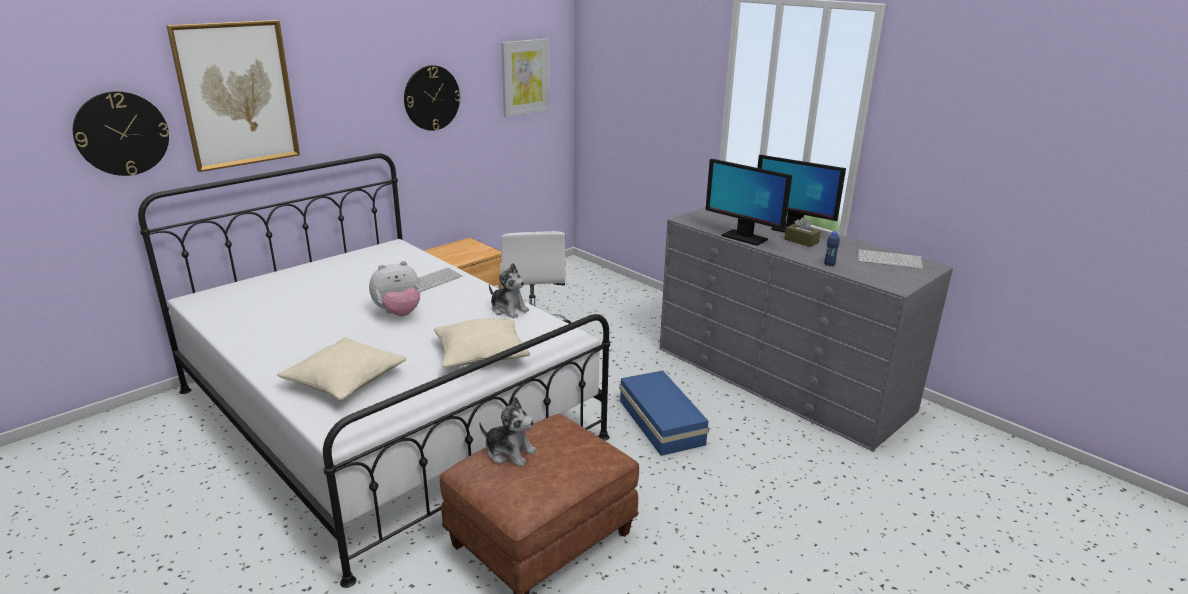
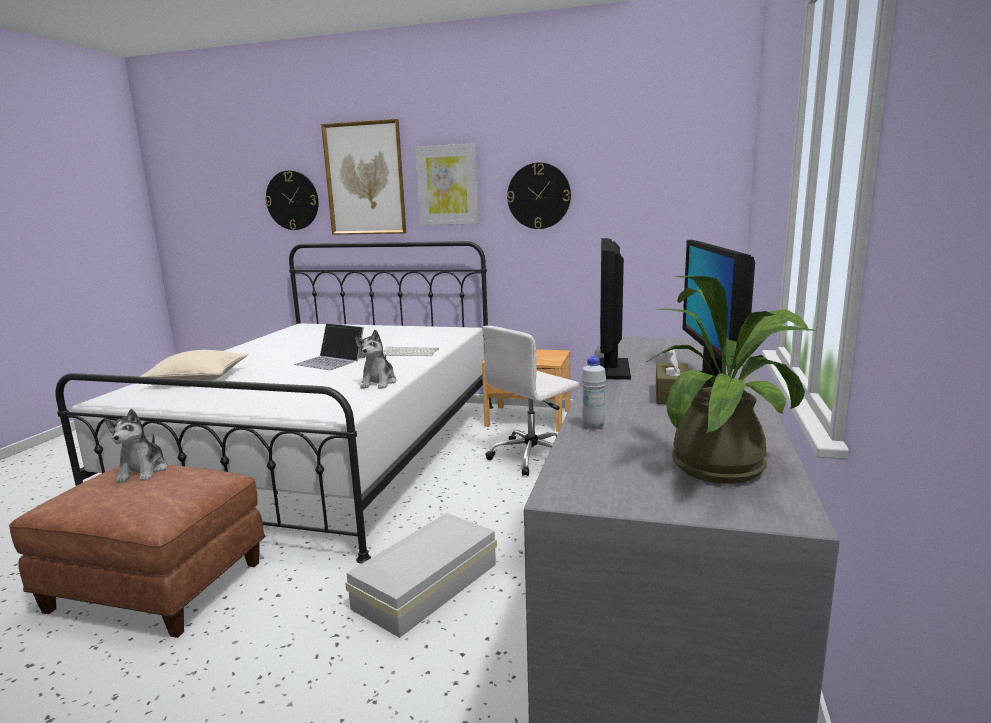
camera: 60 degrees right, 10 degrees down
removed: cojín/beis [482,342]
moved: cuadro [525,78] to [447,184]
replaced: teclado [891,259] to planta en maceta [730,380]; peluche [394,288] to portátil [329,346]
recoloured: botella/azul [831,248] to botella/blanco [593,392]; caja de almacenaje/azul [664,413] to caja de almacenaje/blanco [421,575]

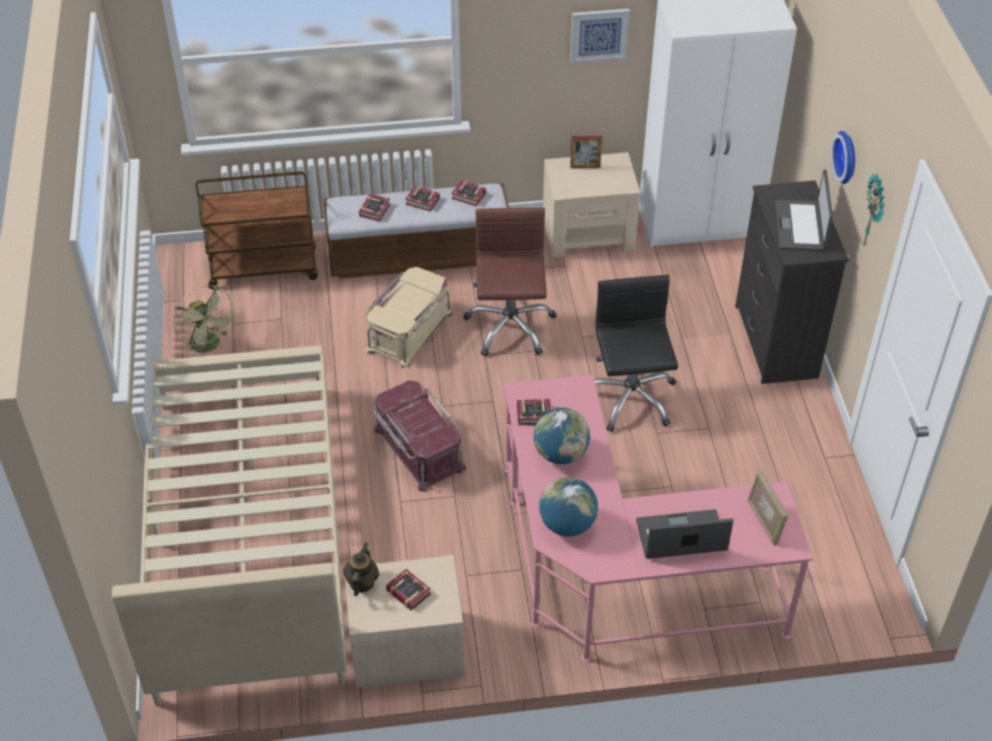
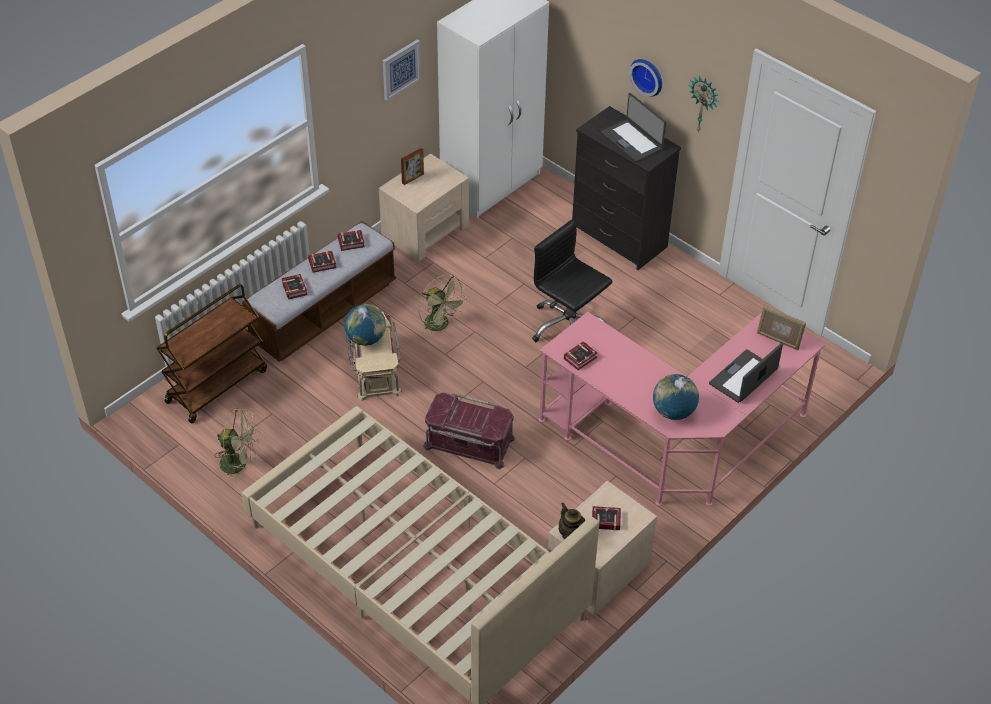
camera: 40 degrees left, 0 degrees up
moved: globo terráqueo [561,436] to [365,325]
replaced: silla de oficina/marrón [510,282] to ventilador/verde [443,306]

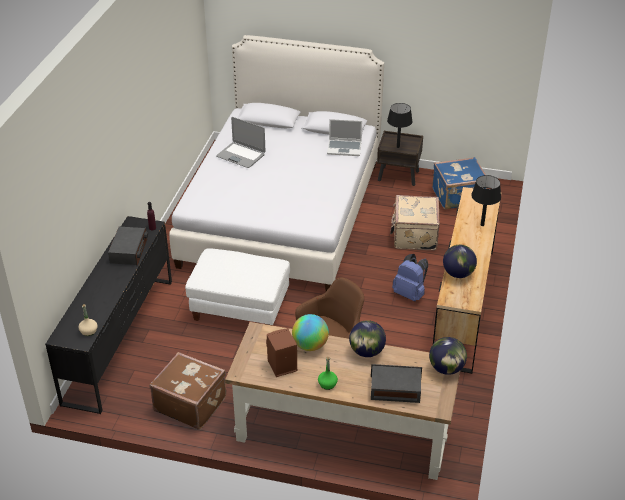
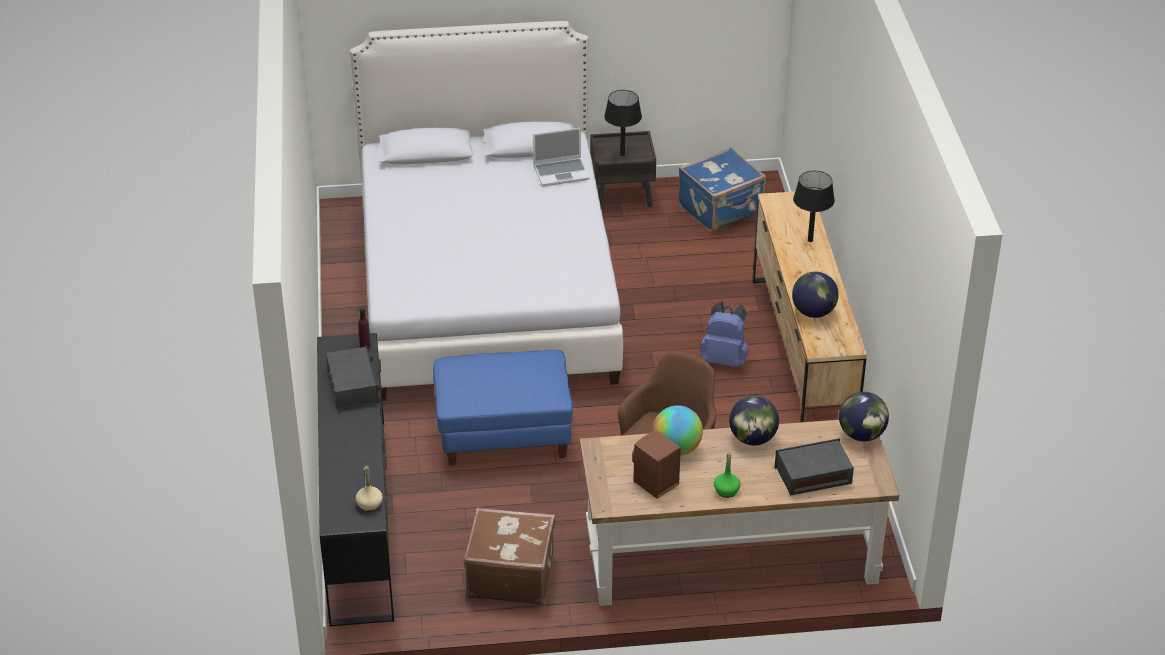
camera: 20 degrees left, 0 degrees up
removed: portátil [240,142]; maleta/beis [415,222]
recoloured: puf/blanco [237,286] to puf/azul [503,408]

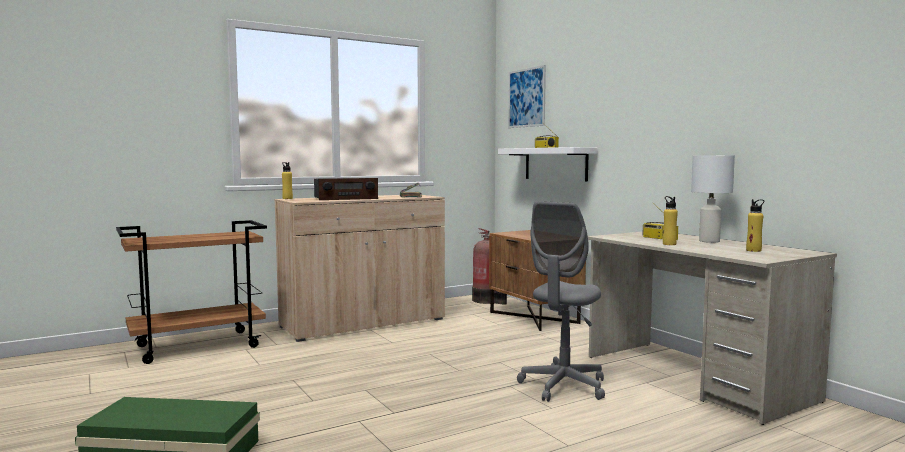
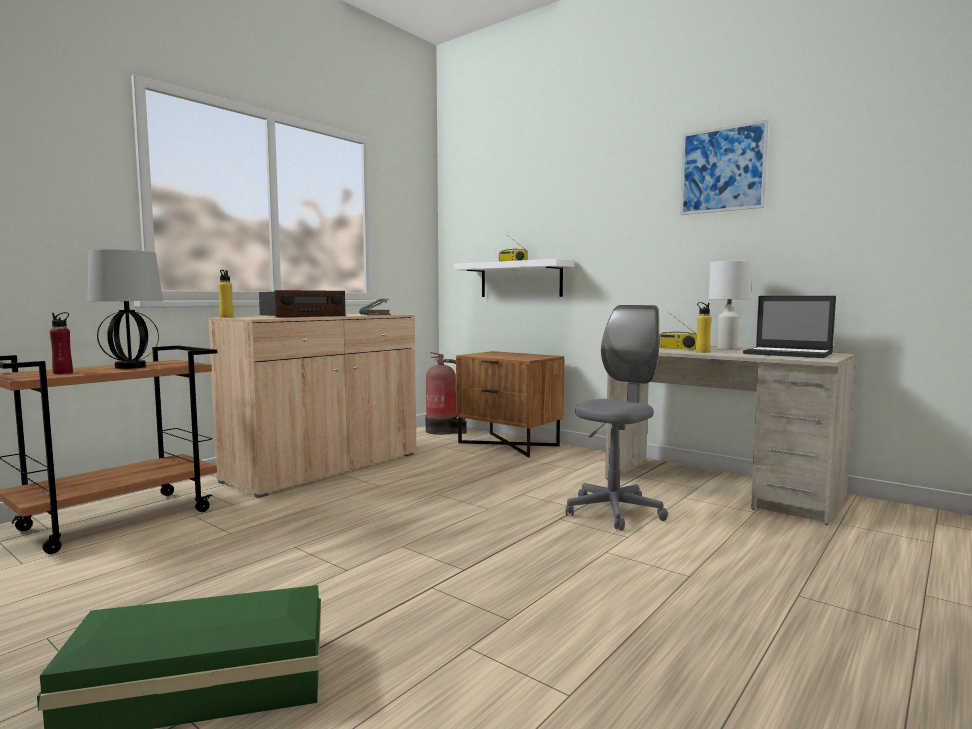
camera: 20 degrees left, 0 degrees up
added: lámpara de mesa [125,309]; botella/rojo [61,343]
moved: cuadro [527,96] to [724,167]
replaced: botella/amarillo [755,225] to portátil [789,327]
turned: silla de oficina/gris [561,301] = [617,418] 150 degrees counterclockwise

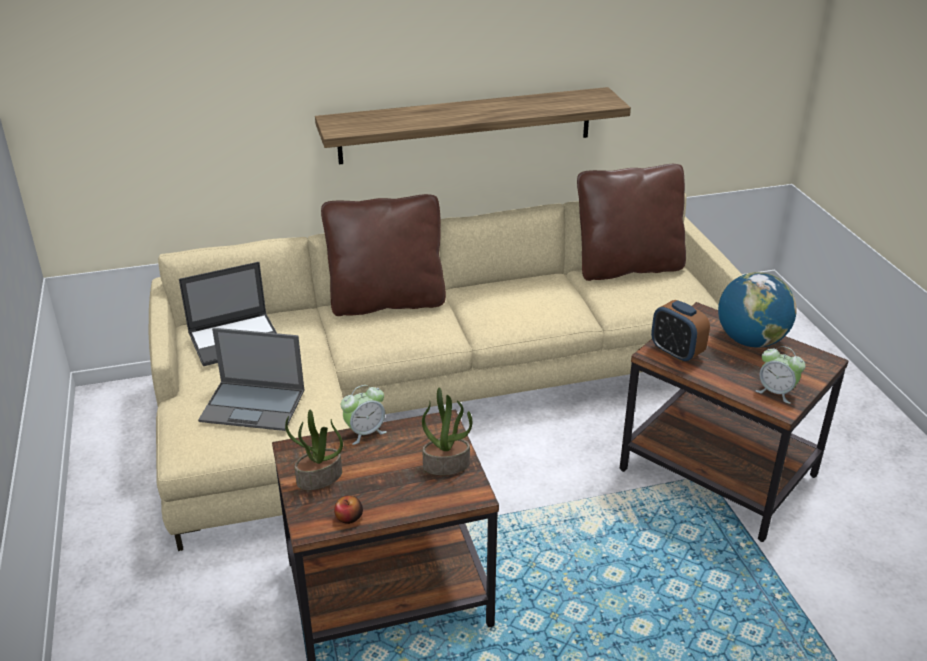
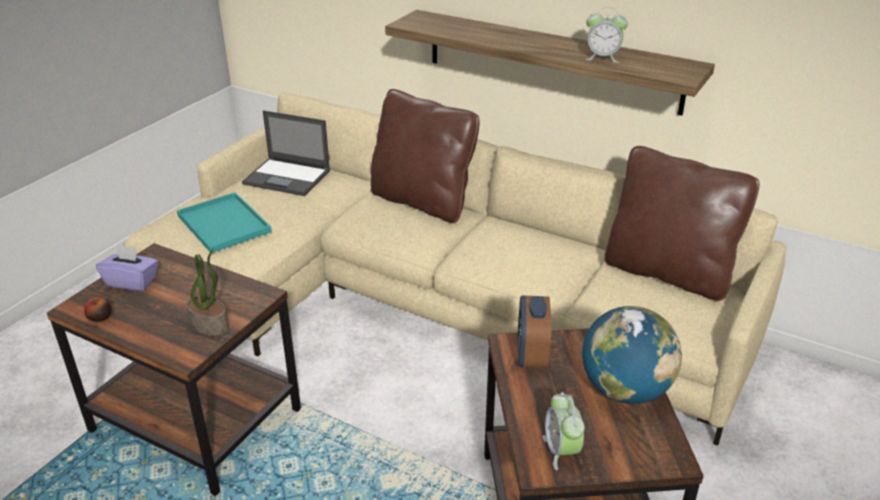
camera: 45 degrees right, 0 degrees up
moved: despertador [364,415] to [606,35]
replaced: portátil [251,379] to bandeja/turquesa [224,222]; planta en maceta [314,450] to caja de pañuelos/morado [127,268]

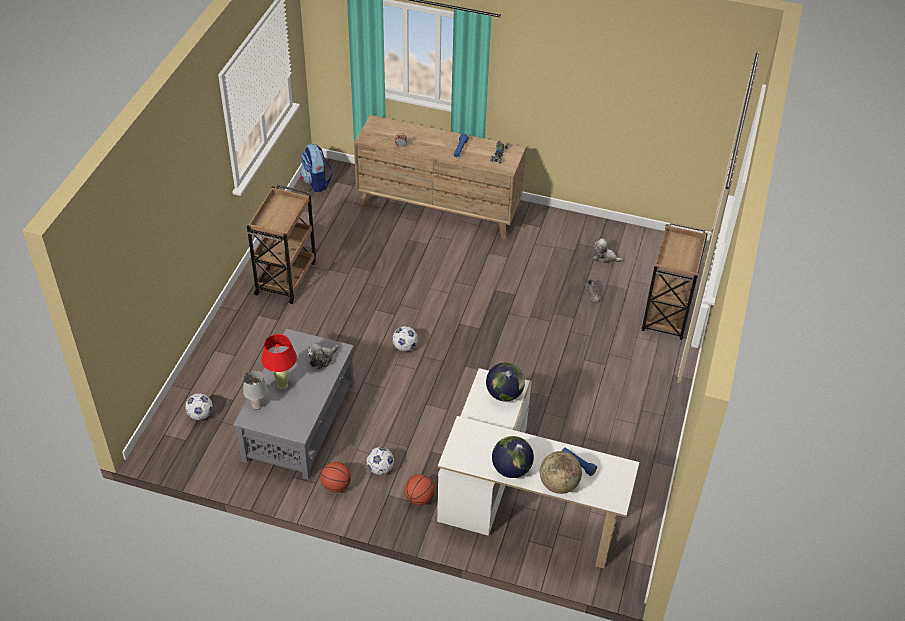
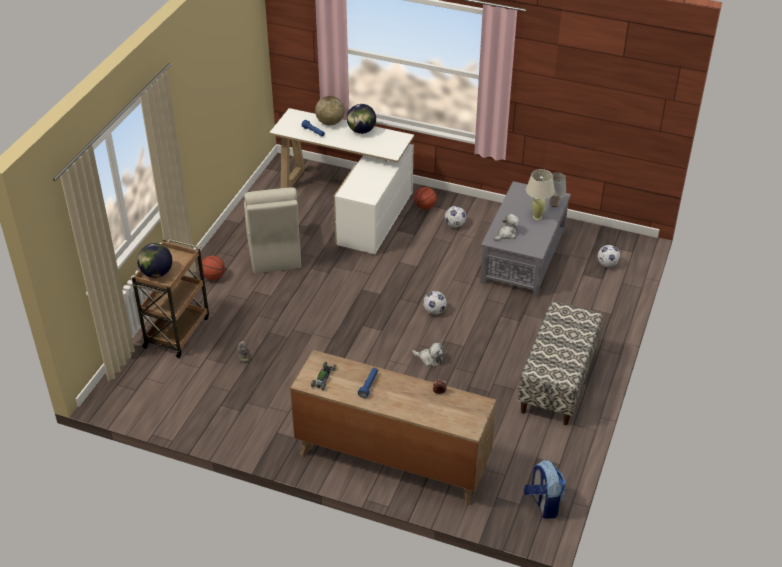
camera: 175 degrees left, 5 degrees down
added: silla/beis [272,230]
moved: peluche [608,251] to [428,354]; globo terráqueo [505,382] to [154,260]; balón de baloncesto [335,477] to [213,268]
replaced: carrito/marrón [281,244] to banco [560,363]
recoloured: lámpara de mesa/rojo [279,362] to lámpara de mesa/beis [540,194]

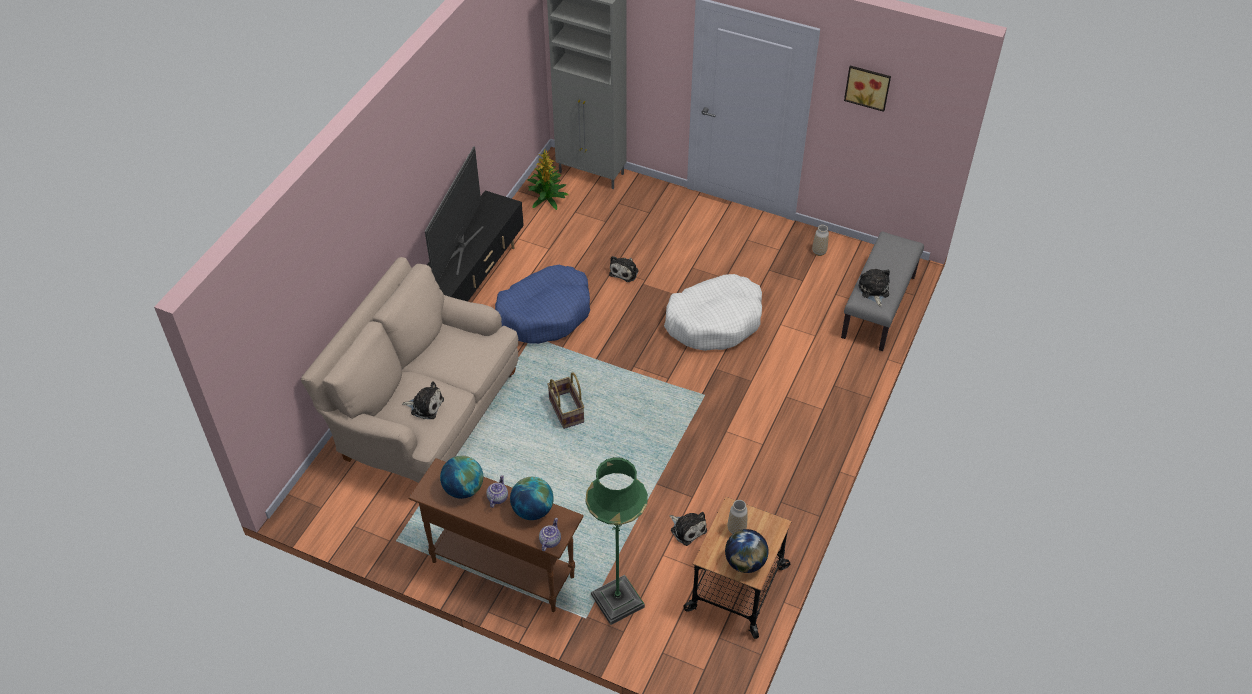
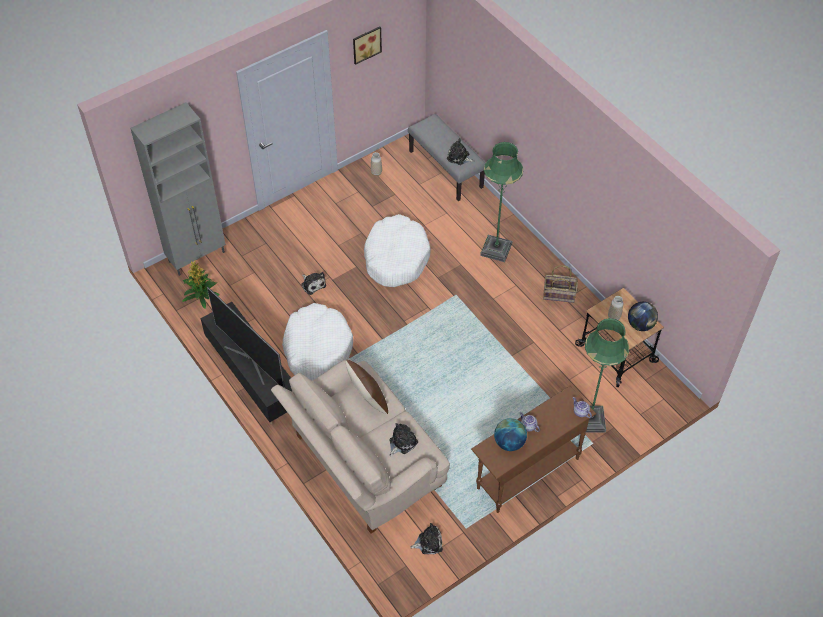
camera: 60 degrees left, 5 degrees up
removed: globo terráqueo [532,498]
added: lámpara de pie/verde [501,202]; cojín/marrón [367,386]
moved: cesta [565,400] to [560,284]; peluche [688,529] to [426,538]
recoloured: cama para perro/azul [542,304] to cama para perro/blanco [317,342]

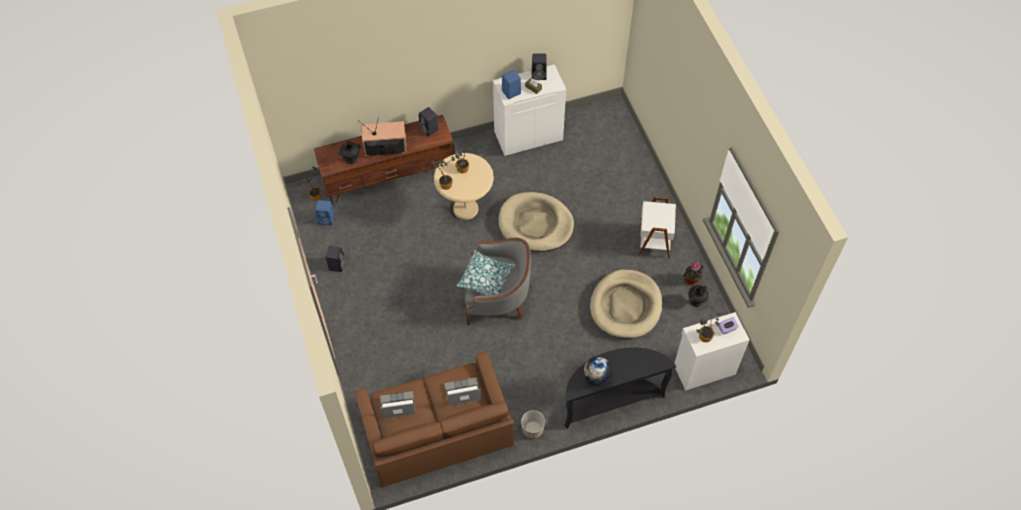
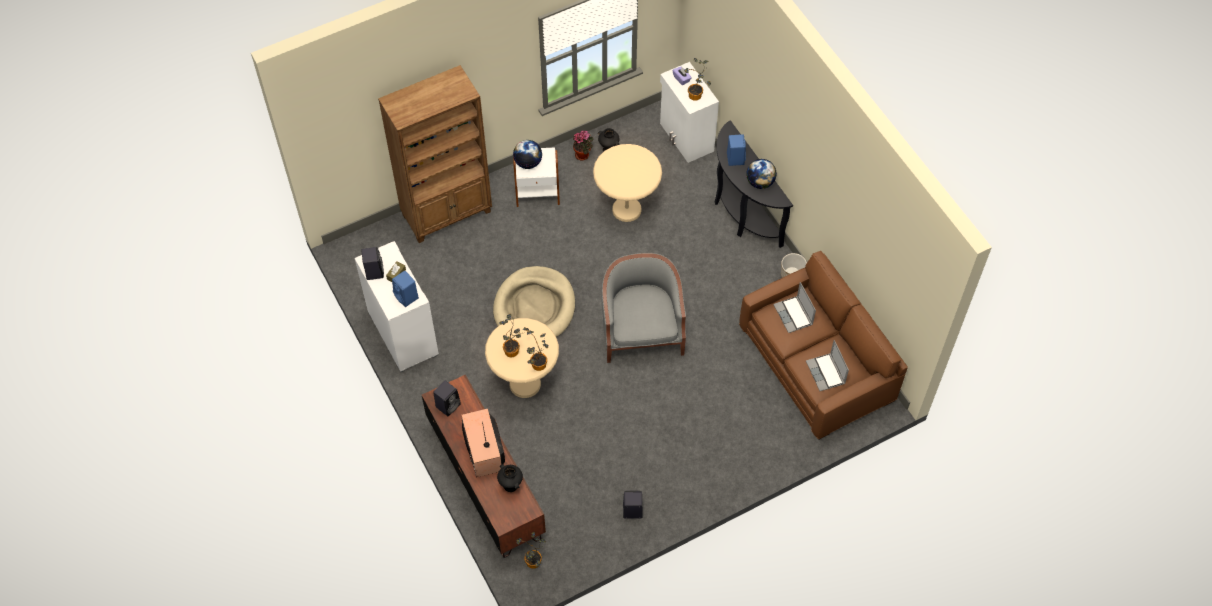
camera: 100 degrees left, 0 degrees up
removed: cojín [485,272]
added: estantería/marrón [435,154]; globo terráqueo [527,154]
moved: altavoz/azul [325,212] to [736,150]
replaced: cama para perro/beis [626,304] to mesa auxiliar/beis [627,183]

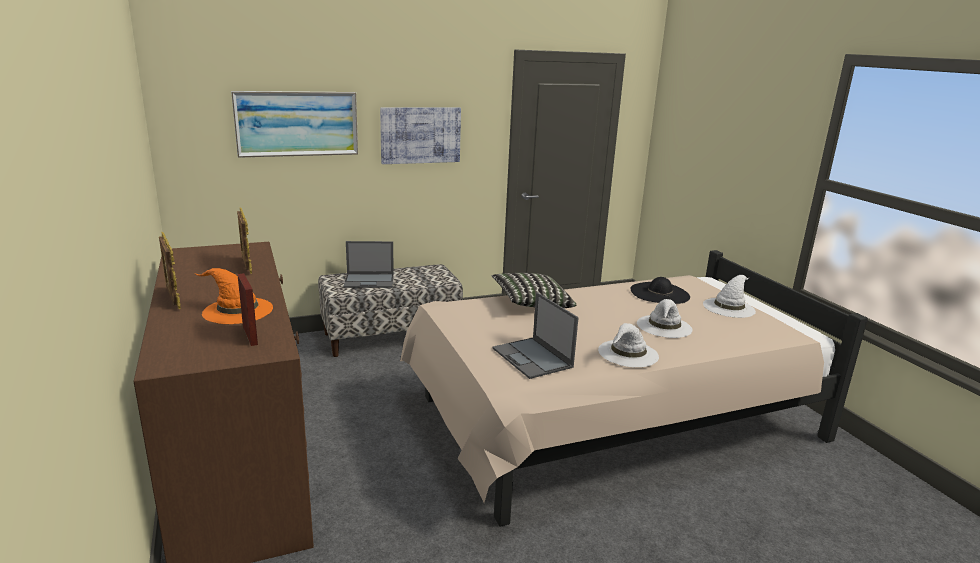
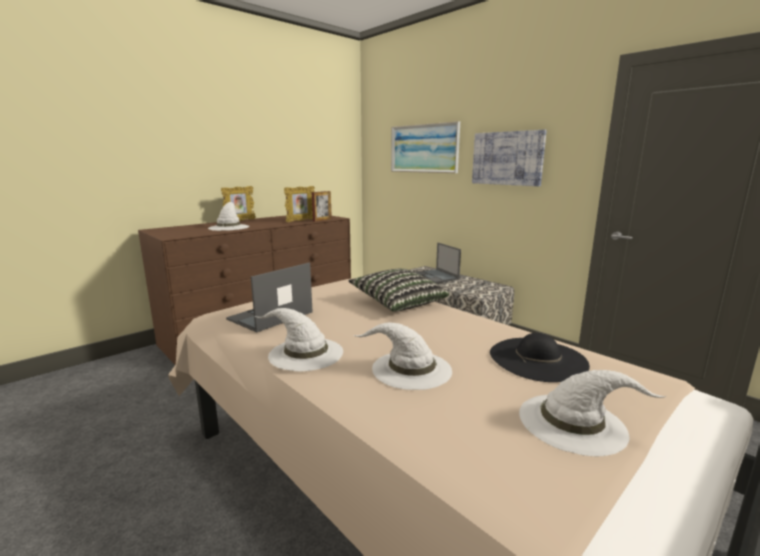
camera: 70 degrees right, 5 degrees down
moved: portarretratos [247,309] to [322,206]
recoloured: sombrero/naranja [234,296] to sombrero/blanco [228,216]

